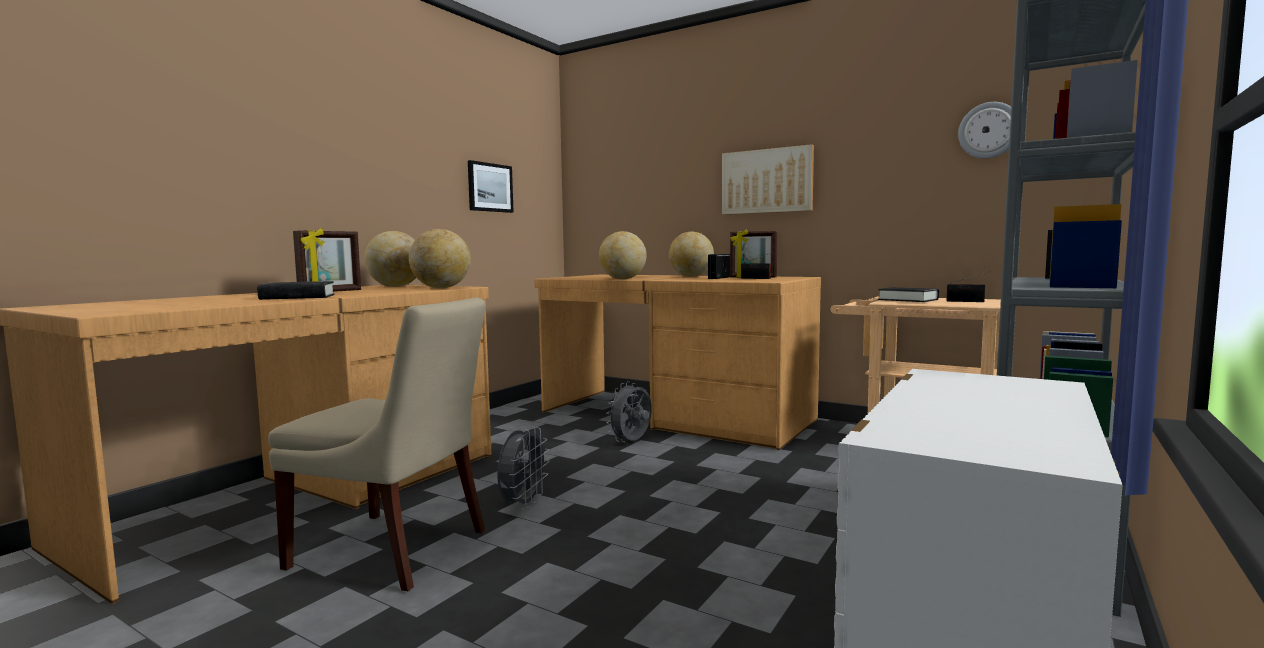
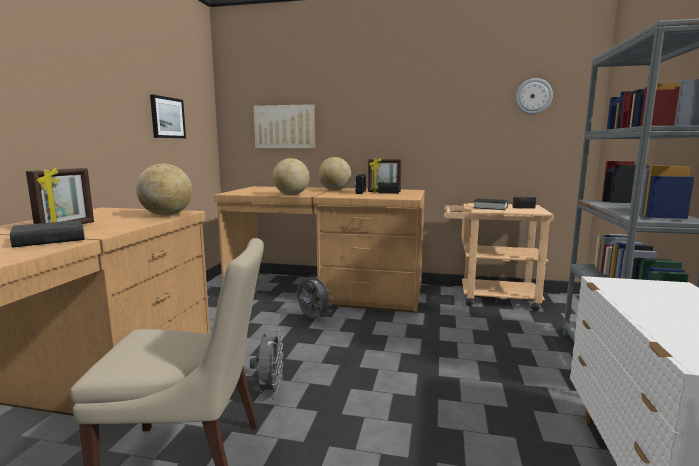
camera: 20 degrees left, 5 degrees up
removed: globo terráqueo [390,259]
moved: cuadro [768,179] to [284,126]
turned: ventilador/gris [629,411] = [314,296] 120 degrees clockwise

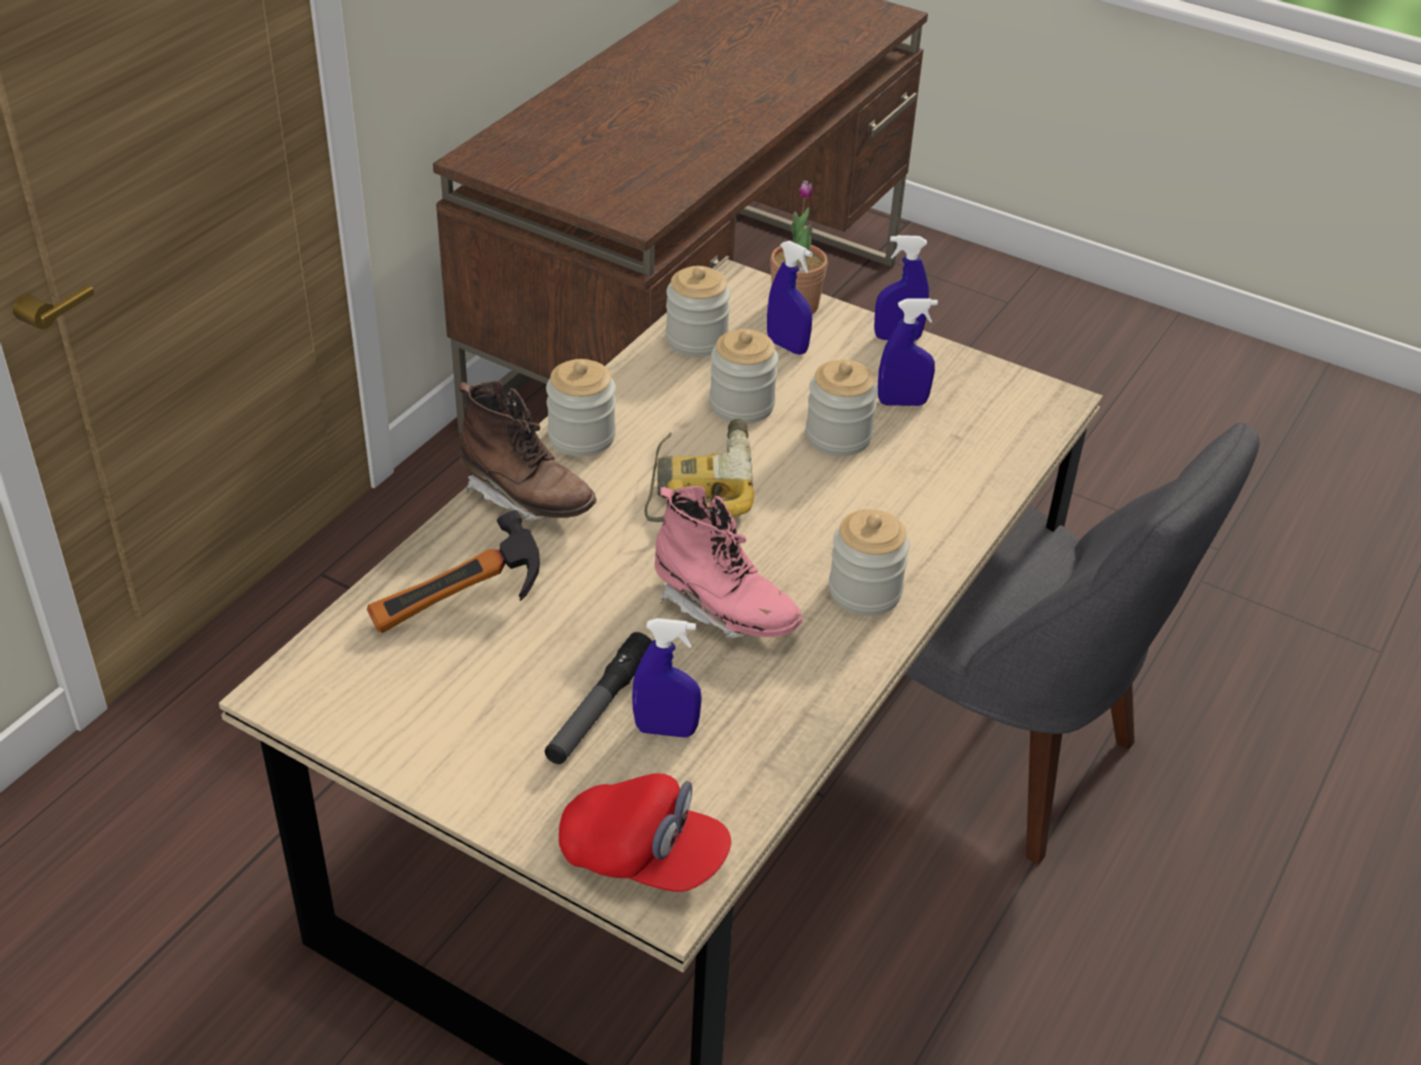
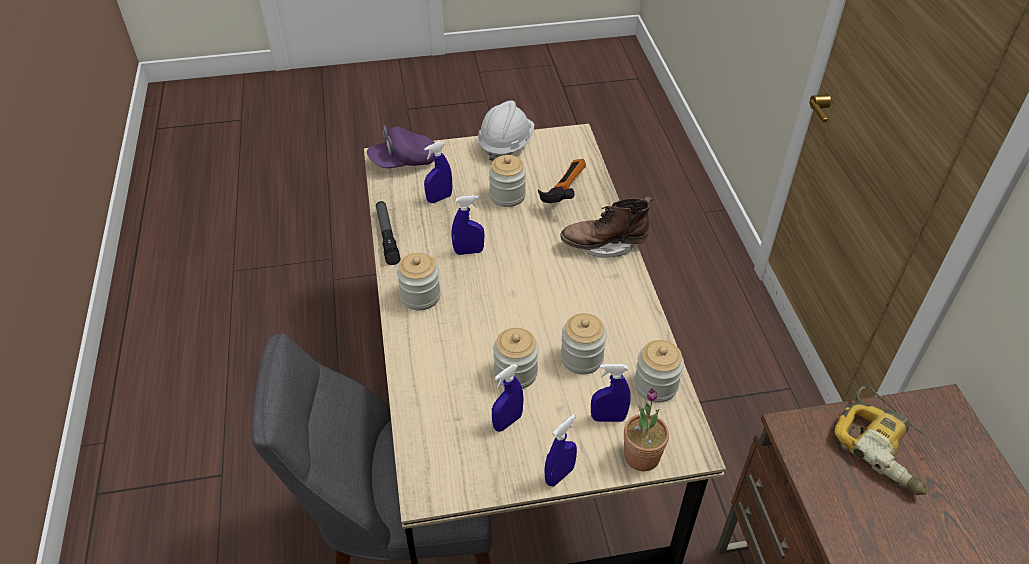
camera: 140 degrees right, 5 degrees up
added: casco/blanco [506,130]
moved: tarro [581,407] to [507,181]; taladro [699,470] to [885,440]; linterna [598,698] to [388,233]
replaced: bota/rosa [728,562] to pulverizador/azul [468,225]
recoloured: gorra/rojo [645,832] to gorra/morado [401,146]

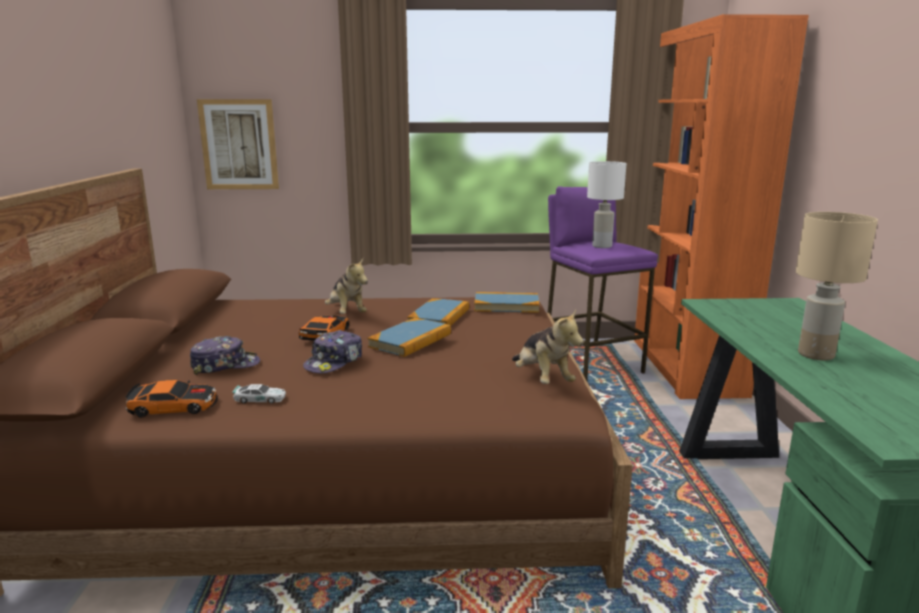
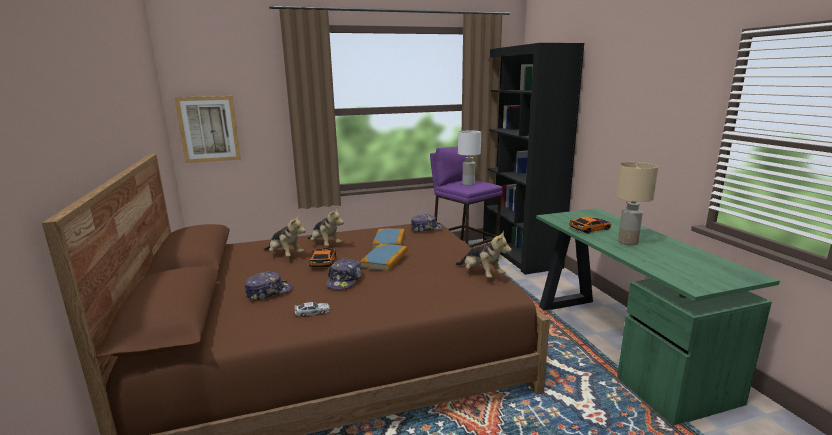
camera: 15 degrees left, 0 degrees up
added: peluche [285,236]
moved: coche de juguete [171,398] to [590,225]
replaced: libro [507,302] to gorra [427,223]
recoloured: estantería/naranja [721,206] to estantería/negro [533,159]

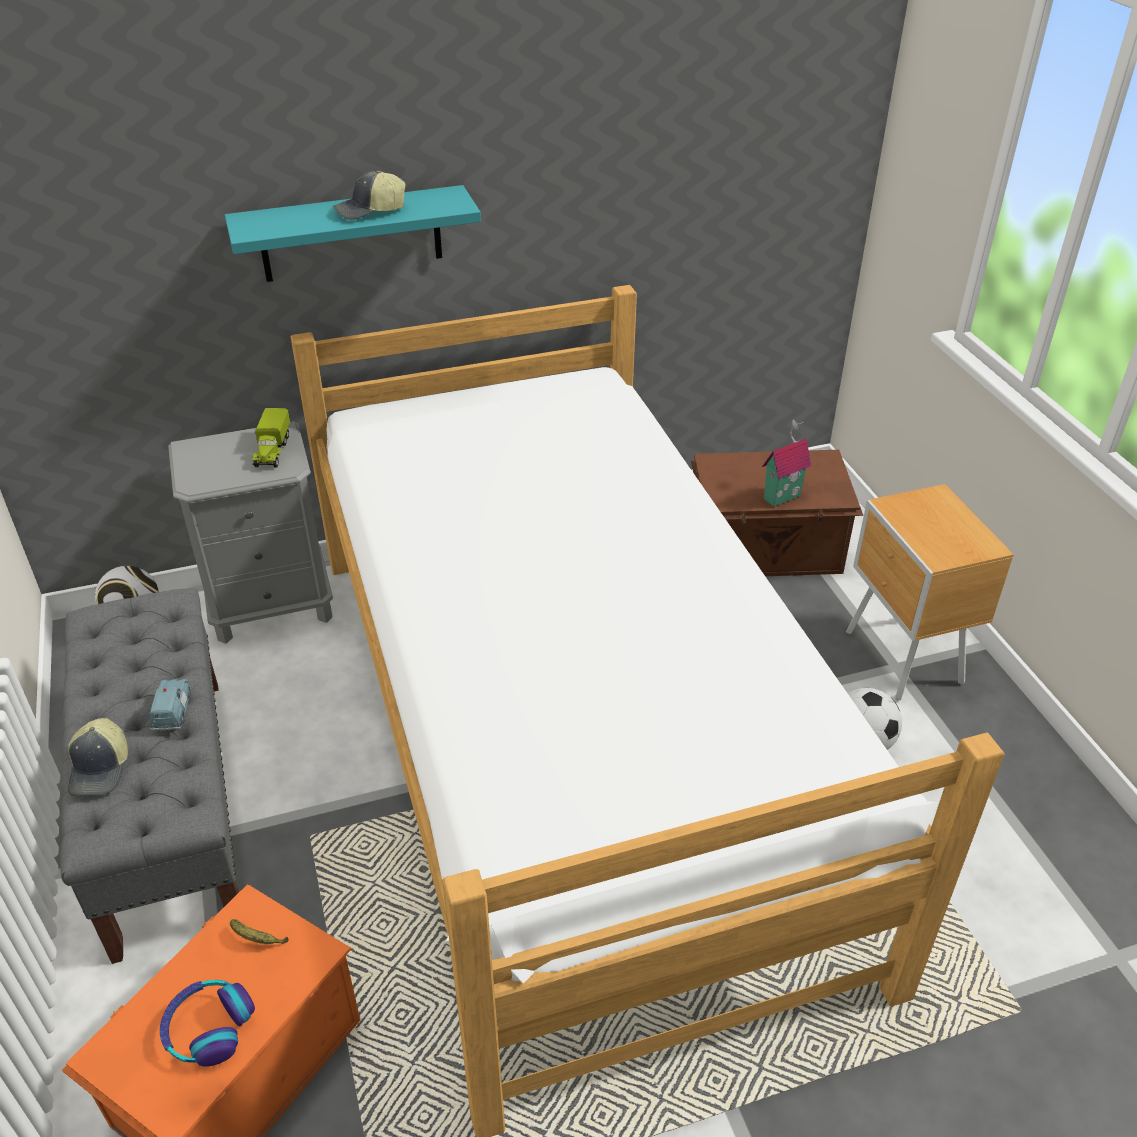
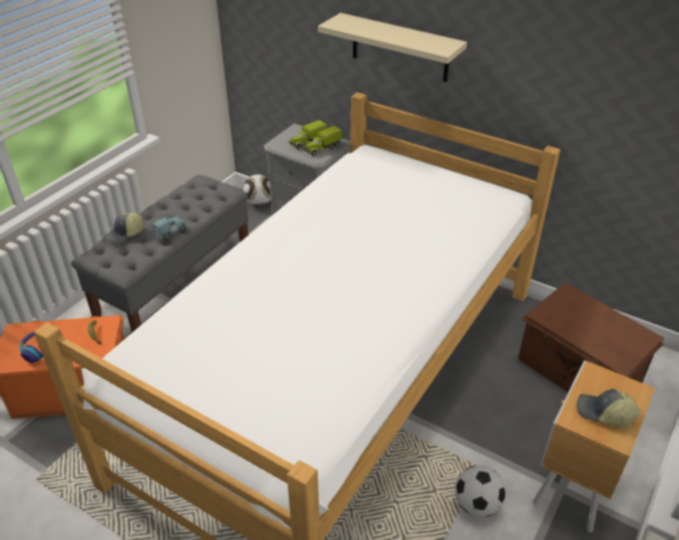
camera: 50 degrees right, 0 degrees up
removed: casita [786,463]
added: camión de juguete [308,134]
moved: gorra [369,195] to [609,408]
recoloured: estante/turquesa [353,233] to estante/beis [392,47]

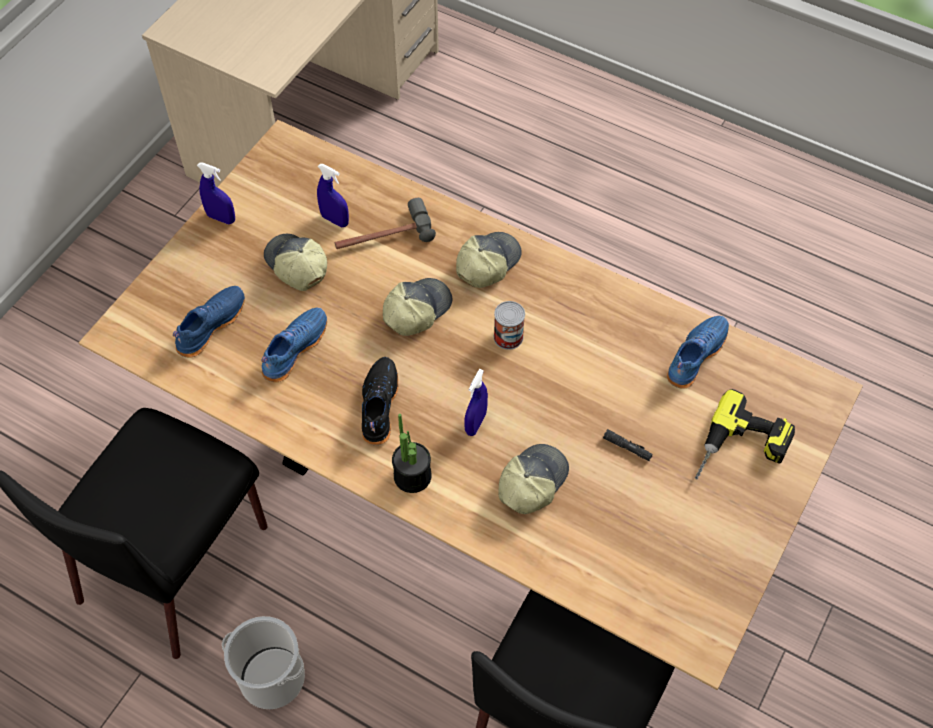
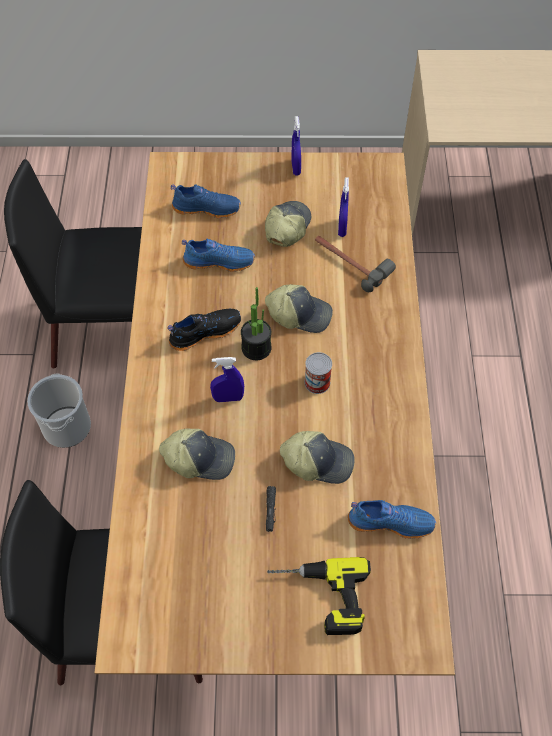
camera: 60 degrees right, 0 degrees up
moved: gorra [489,260] to [317,457]; planta en maceta [412,453] to [256,323]

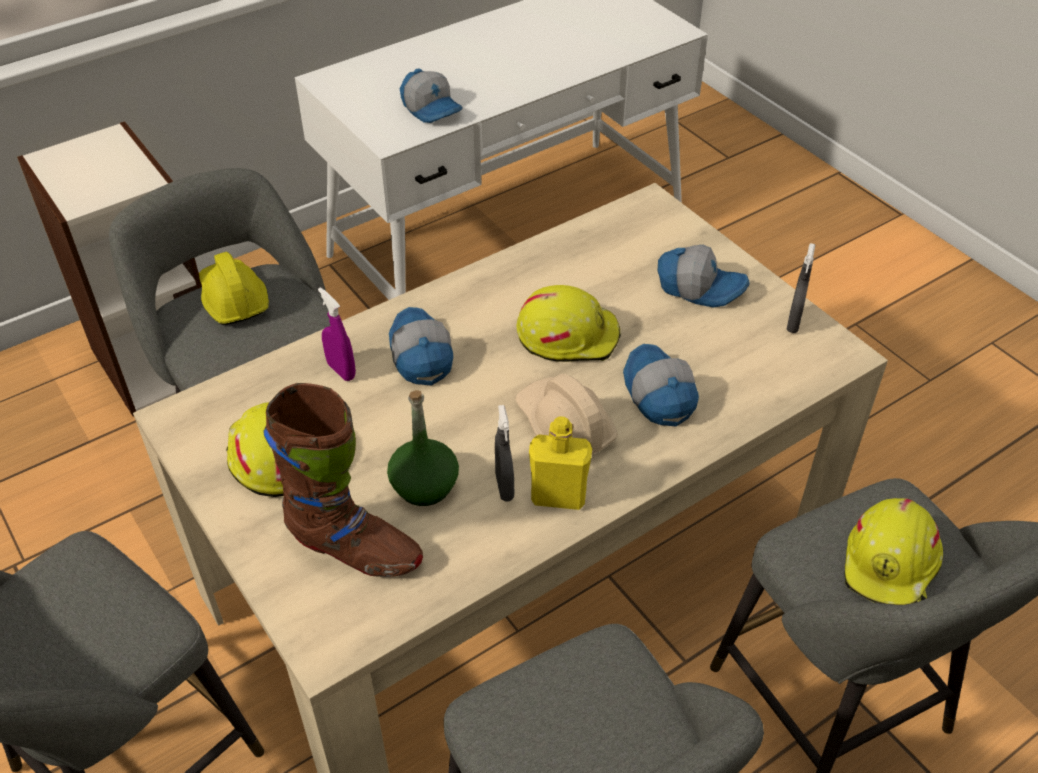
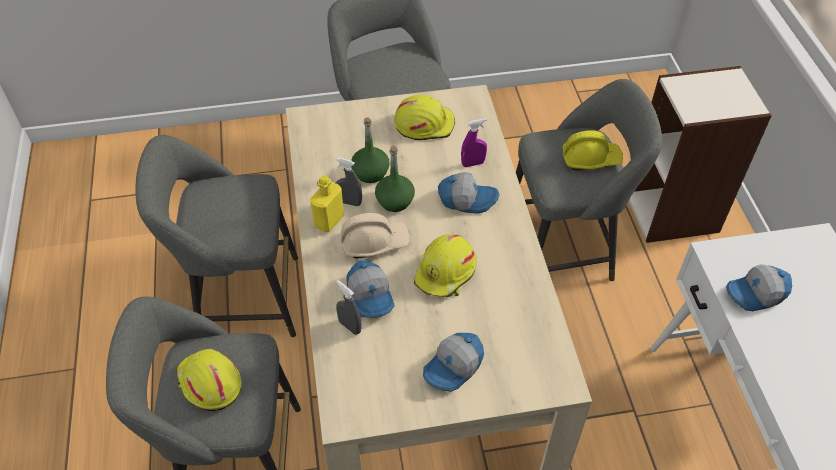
camera: 115 degrees right, 5 degrees up
removed: bota/marrón [343,480]
added: botella/verde [395,179]
moved: pulverizador/gris [801,288] to [349,307]
turned: gorra [661,385] = [370,289] 60 degrees clockwise

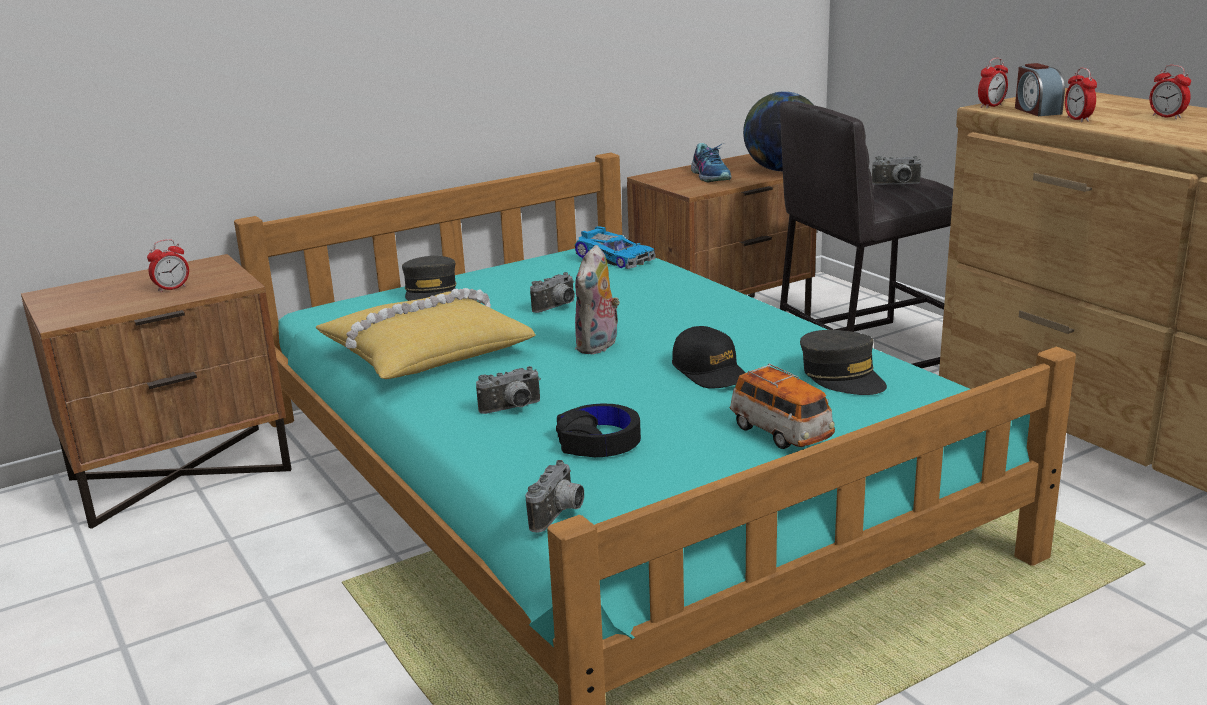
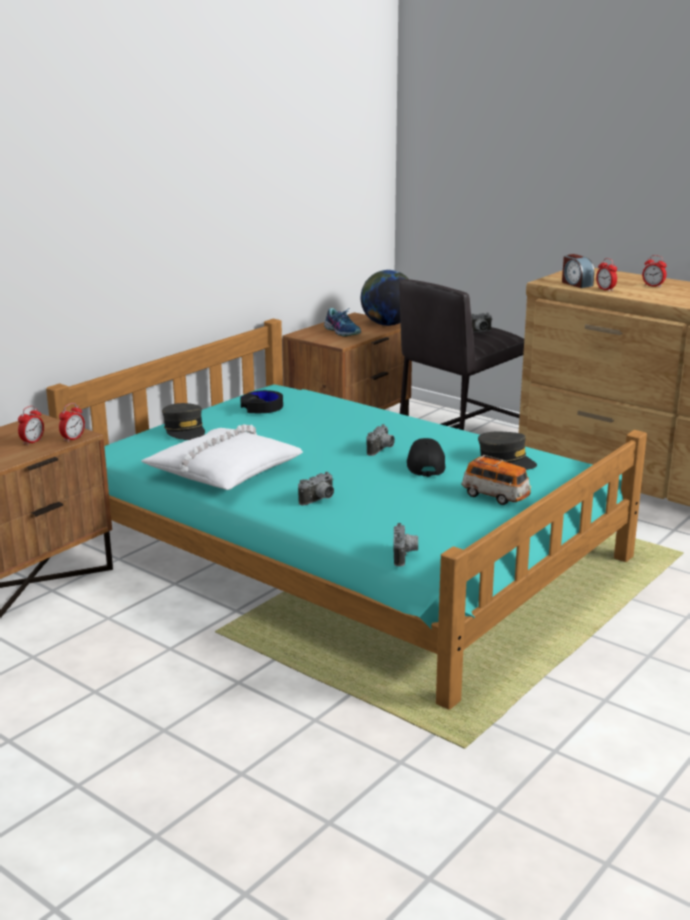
camera: 20 degrees left, 0 degrees up
removed: coche de juguete [615,247]; peluche [597,299]
moved: despertador [993,83] to [72,422]; cámara [552,292] to [380,440]; auriculares/negro [598,430] to [261,401]
recoloured: cojín/amarillo [426,333] to cojín/blanco [222,457]
turned: gorra/negro [709,357] = [426,457] 135 degrees counterclockwise

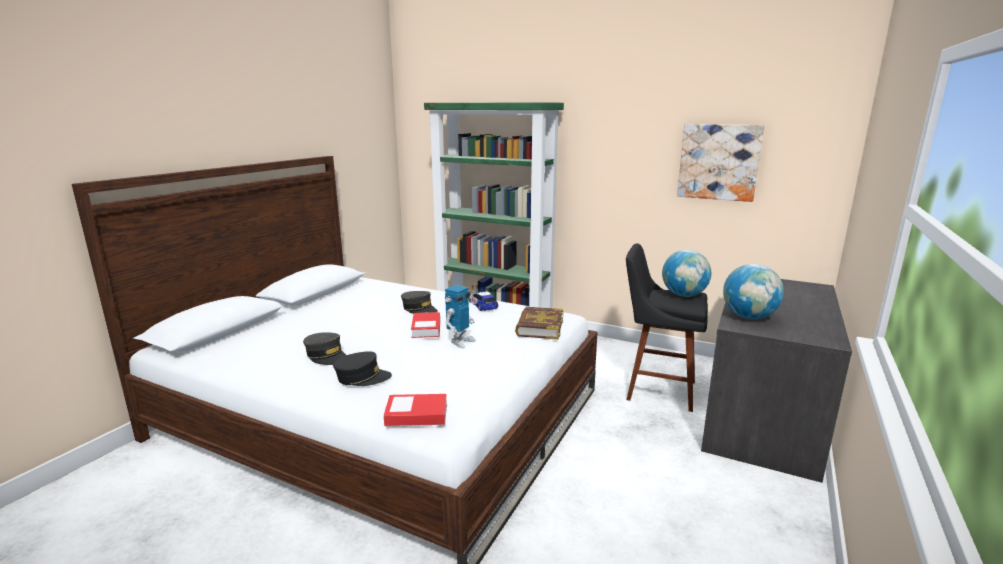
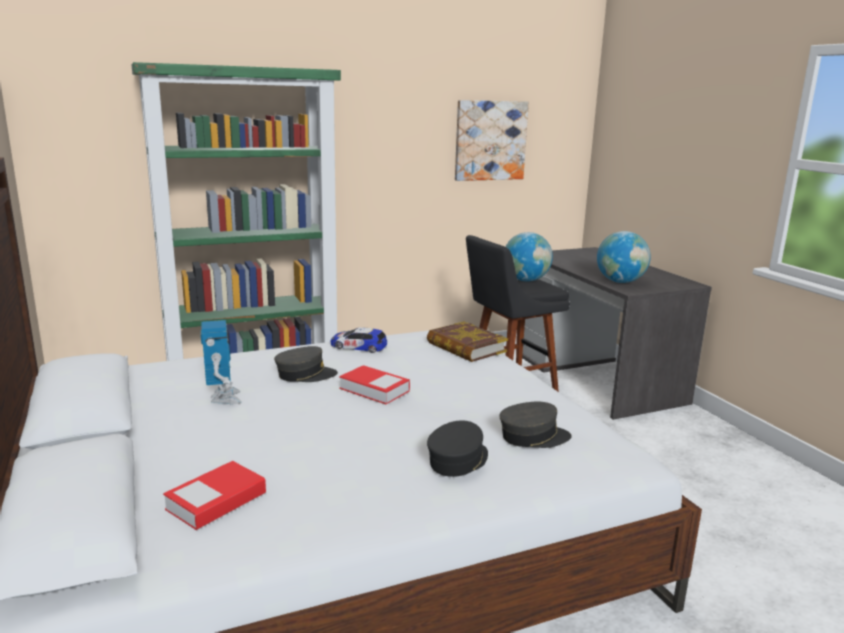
camera: 50 degrees left, 0 degrees up
moved: robot de juguete [460,316] to [221,362]; gorra/gris [324,348] to [535,425]; libro [415,410] to [214,495]

